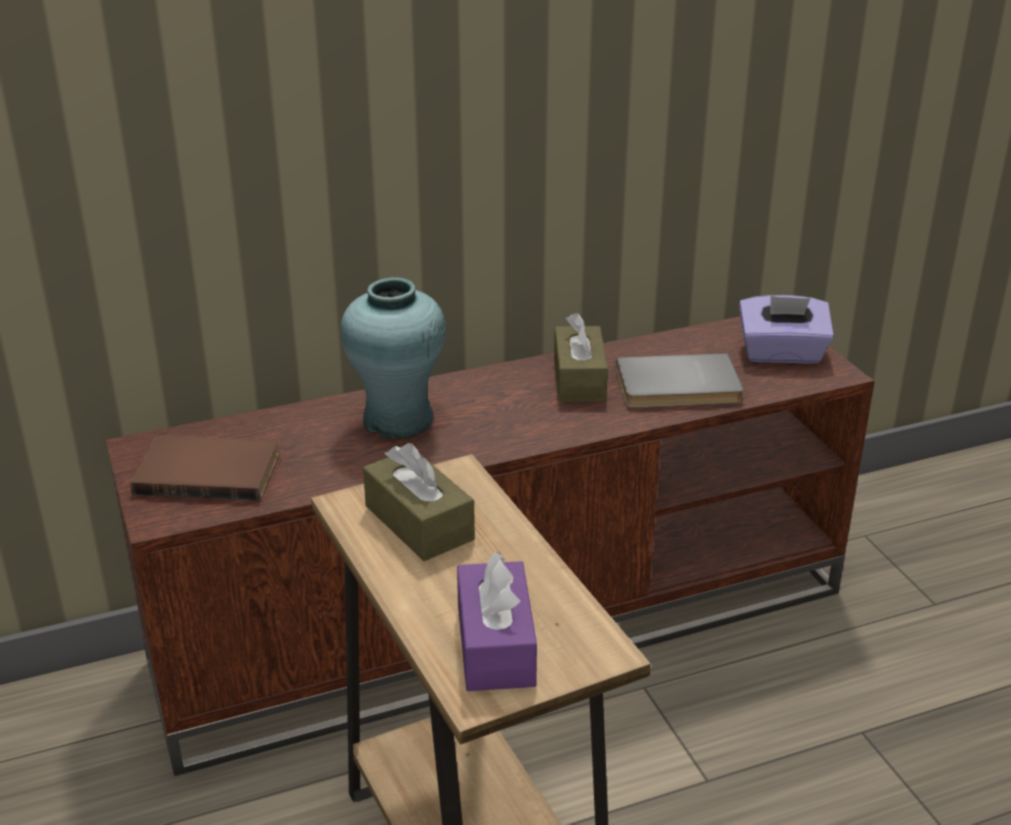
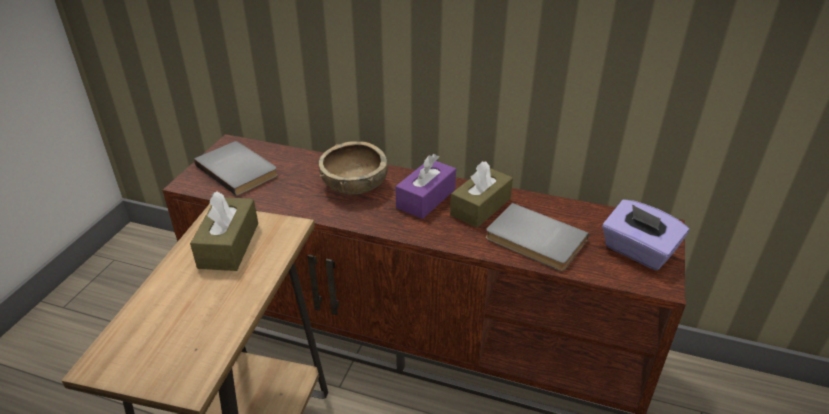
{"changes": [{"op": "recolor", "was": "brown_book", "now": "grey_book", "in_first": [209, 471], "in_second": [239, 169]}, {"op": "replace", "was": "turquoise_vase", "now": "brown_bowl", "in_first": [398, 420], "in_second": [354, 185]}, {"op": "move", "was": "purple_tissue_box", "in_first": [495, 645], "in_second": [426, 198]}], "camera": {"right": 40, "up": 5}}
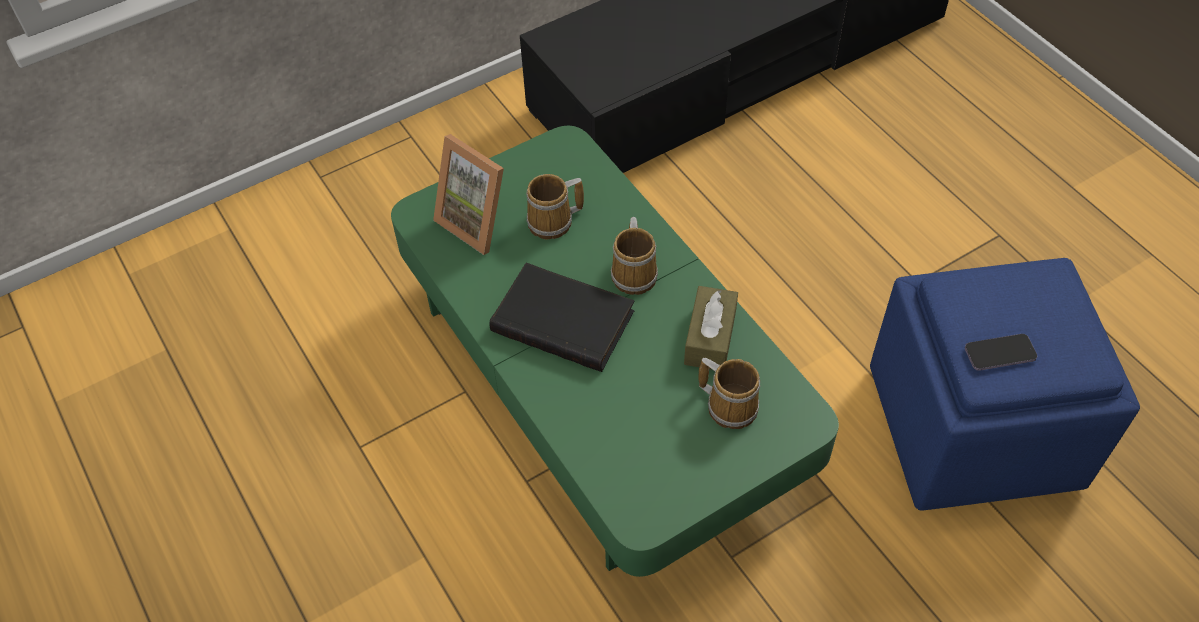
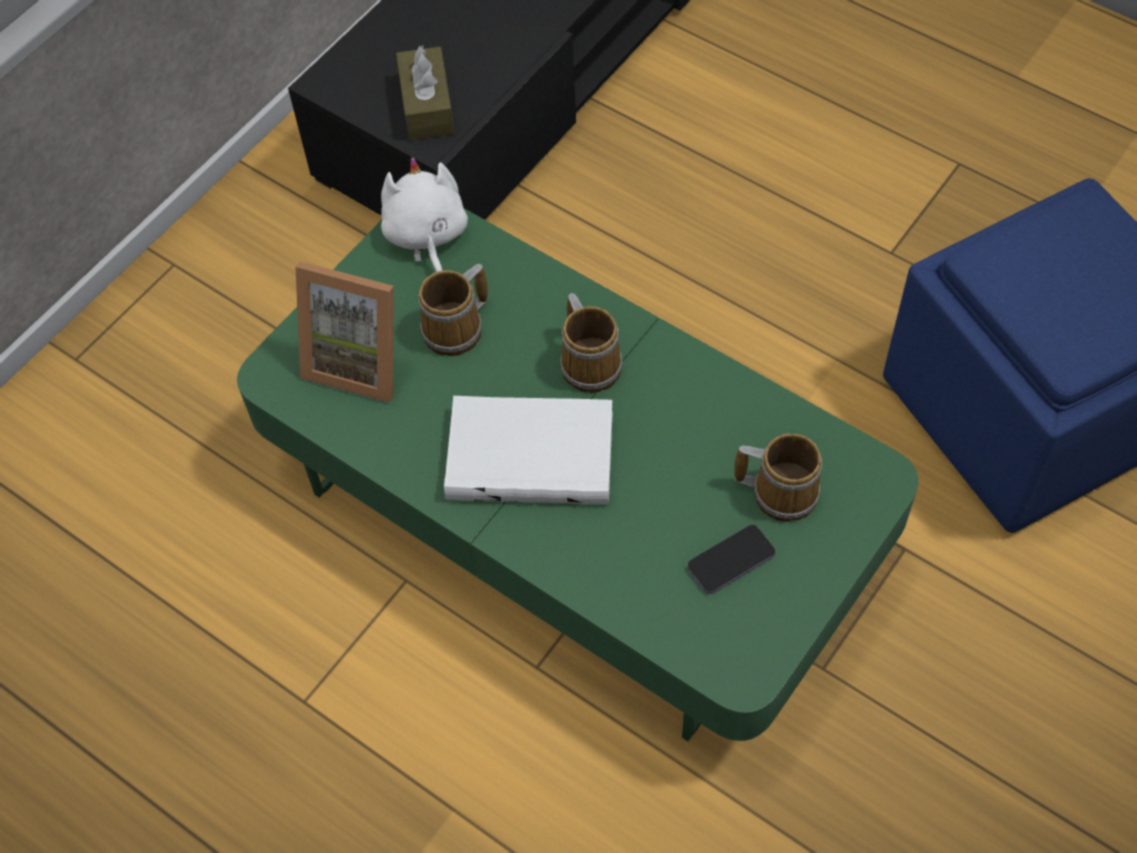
{"changes": [{"op": "insert", "now": "white_plush_toy", "in_second": [426, 236]}, {"op": "move", "was": "brown_tissue_box", "in_first": [710, 337], "in_second": [427, 106]}, {"op": "recolor", "was": "black_book", "now": "white_book", "in_first": [565, 320], "in_second": [532, 453]}, {"op": "move", "was": "phone", "in_first": [999, 353], "in_second": [731, 560]}], "camera": {"right": -20, "up": 5}}
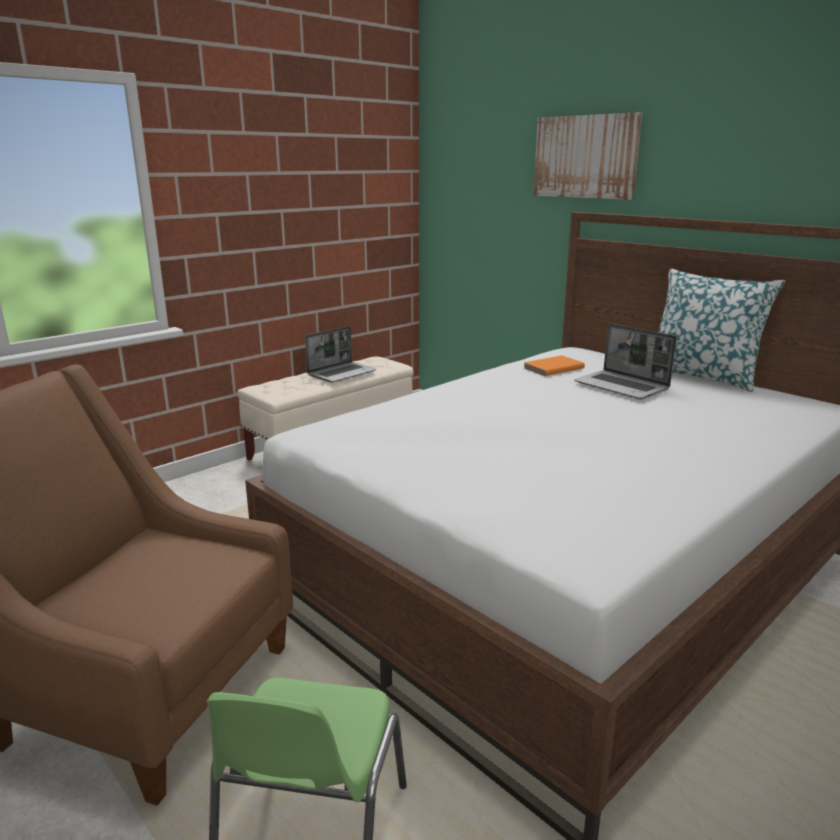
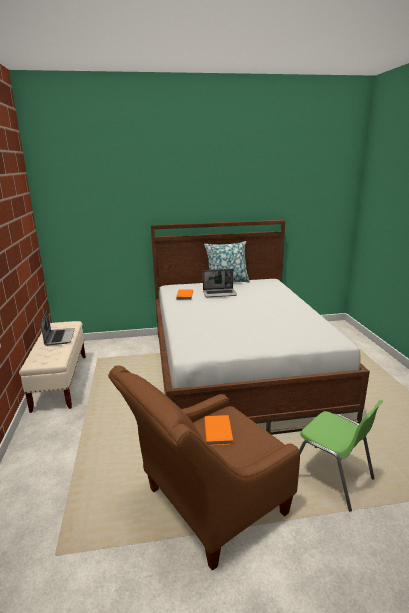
{"changes": [{"op": "insert", "now": "orange_book", "in_second": [219, 431]}, {"op": "delete", "was": "picture", "in_first": [585, 157]}], "camera": {"right": -55, "up": 0}}
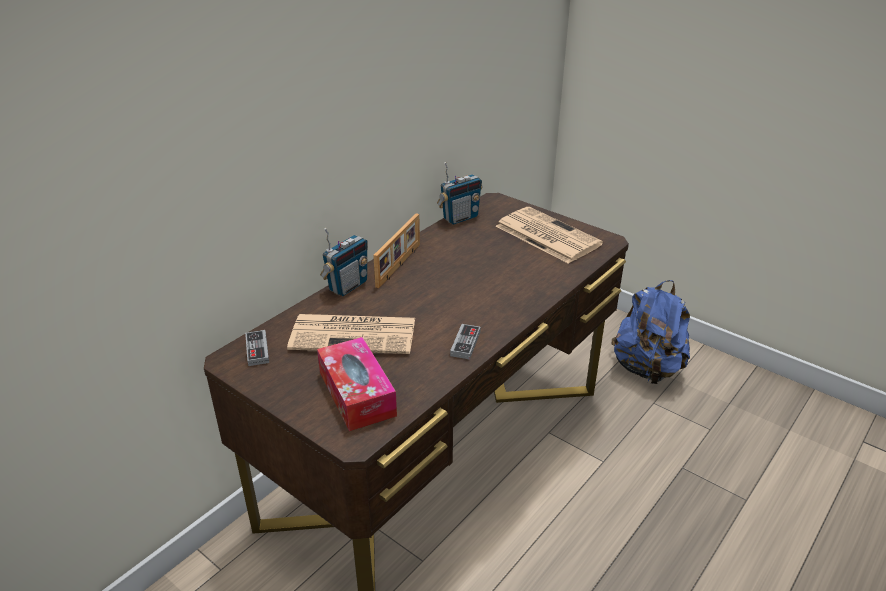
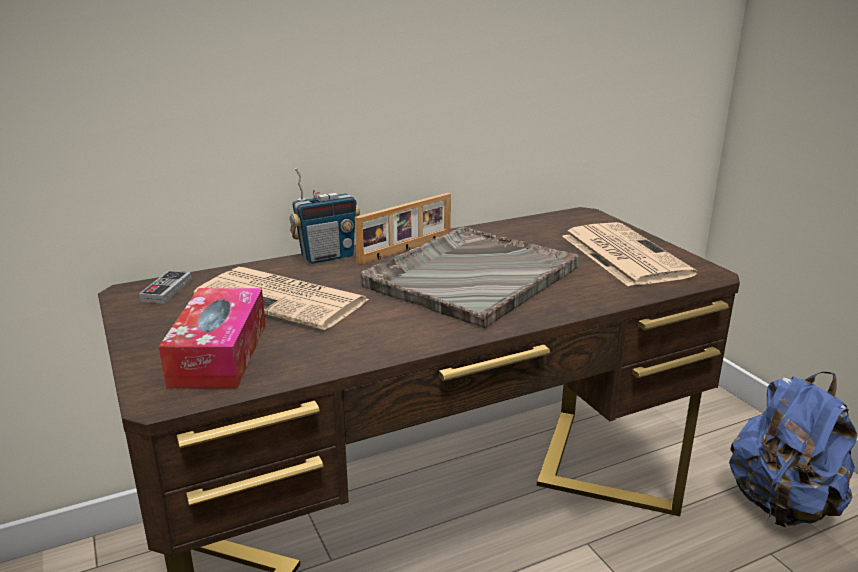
{"changes": [{"op": "insert", "now": "grey_tray", "in_second": [470, 277]}, {"op": "delete", "was": "radio", "in_first": [460, 218]}, {"op": "delete", "was": "game_controller", "in_first": [465, 343]}], "camera": {"right": 25, "up": -10}}
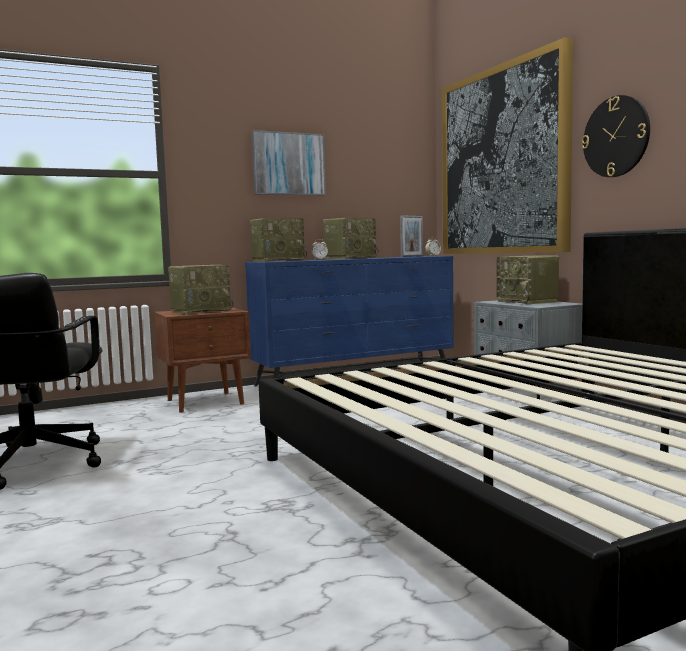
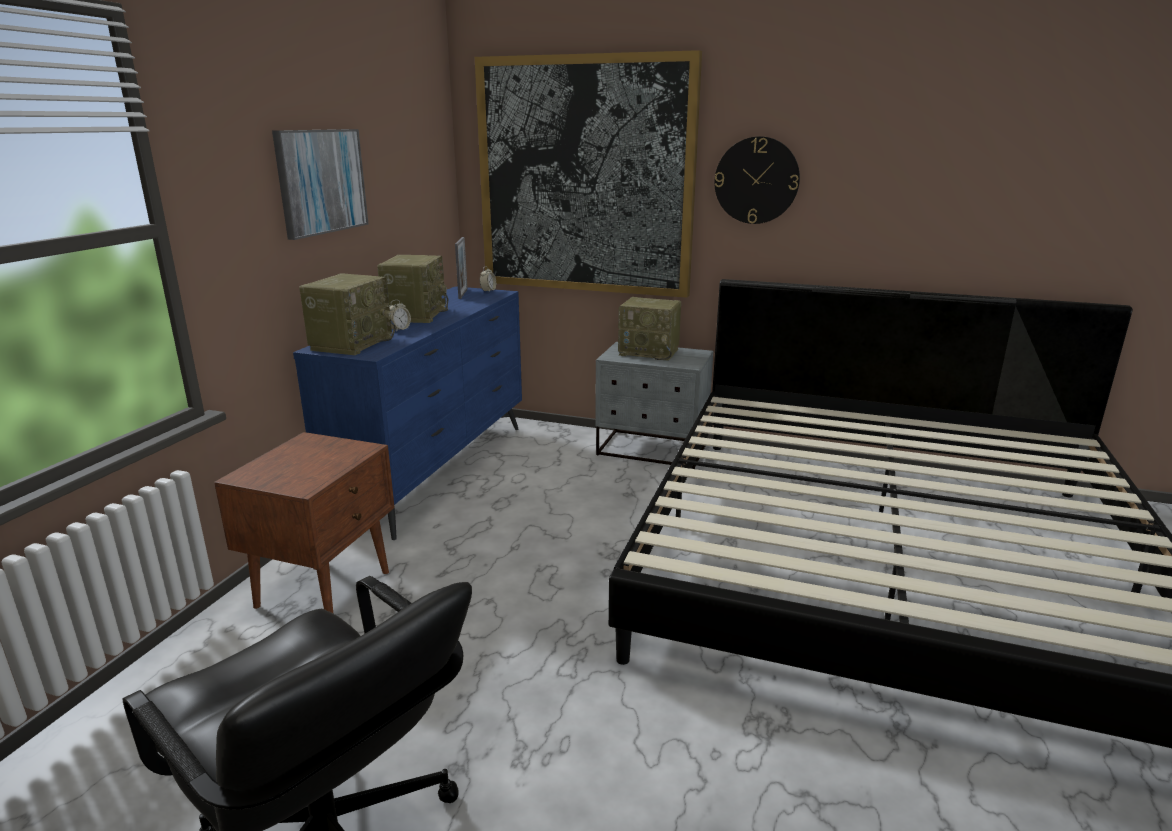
{"changes": [{"op": "delete", "was": "radio", "in_first": [201, 311]}], "camera": {"right": -45, "up": 15}}
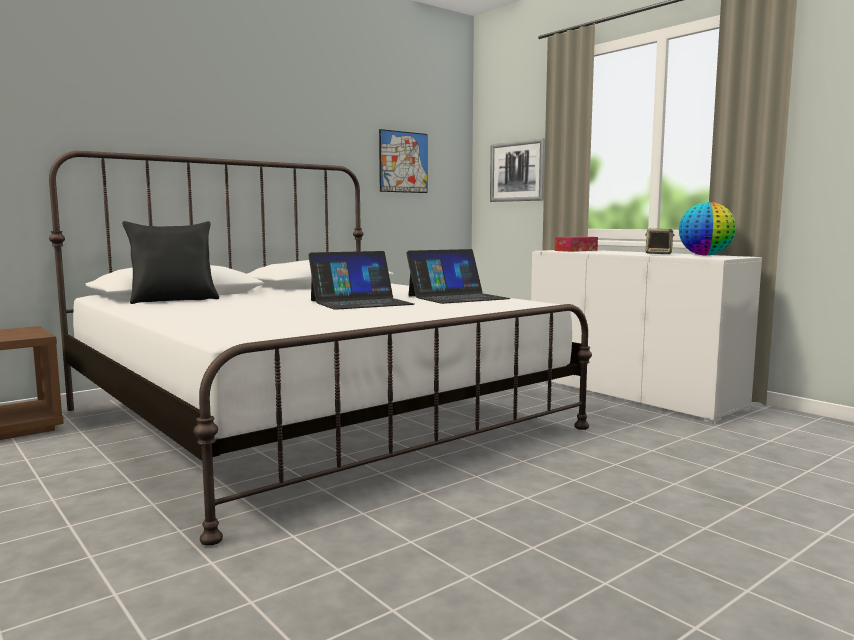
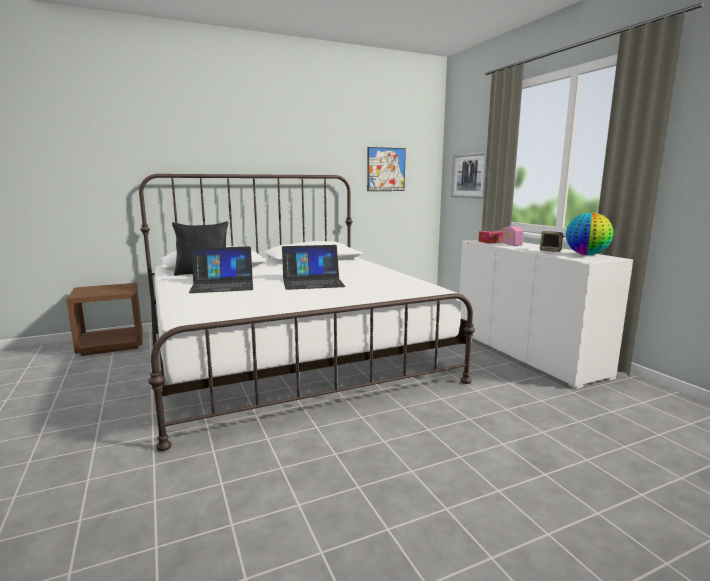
{"changes": [{"op": "move", "was": "laptop", "in_first": [457, 297], "in_second": [222, 285]}, {"op": "insert", "now": "radio", "in_second": [511, 245]}], "camera": {"right": 15, "up": 5}}
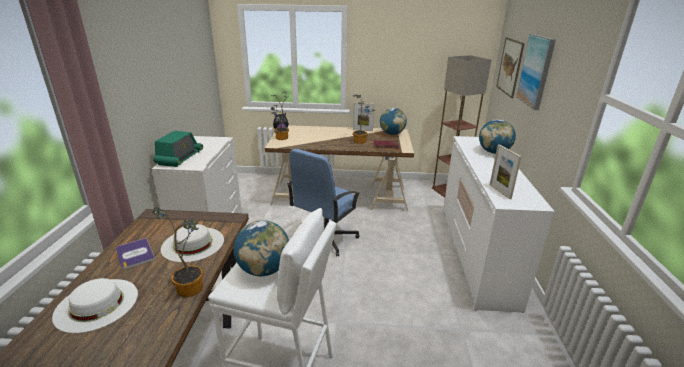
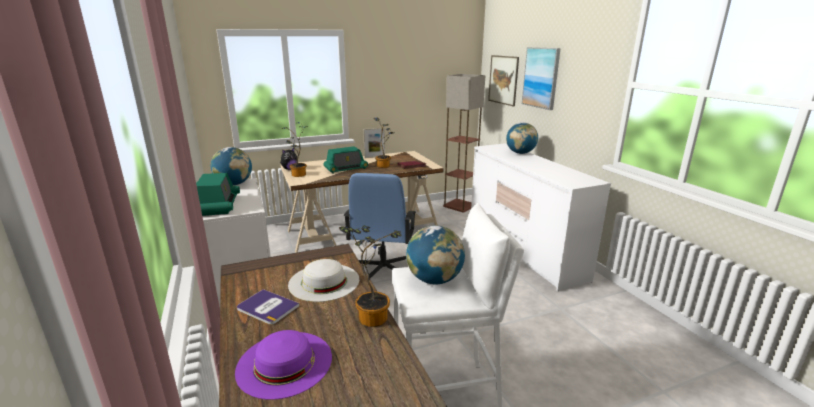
{"changes": [{"op": "move", "was": "globe", "in_first": [392, 134], "in_second": [234, 184]}, {"op": "recolor", "was": "white_hat", "now": "purple_hat", "in_first": [97, 304], "in_second": [284, 363]}, {"op": "insert", "now": "radio", "in_second": [346, 169]}, {"op": "delete", "was": "picture_frame", "in_first": [500, 191]}], "camera": {"right": -25, "up": -5}}
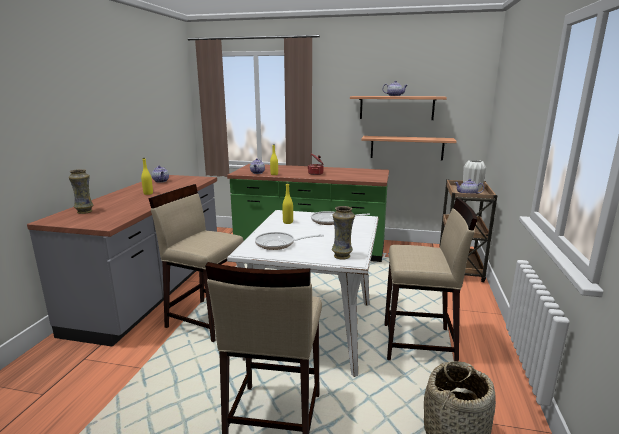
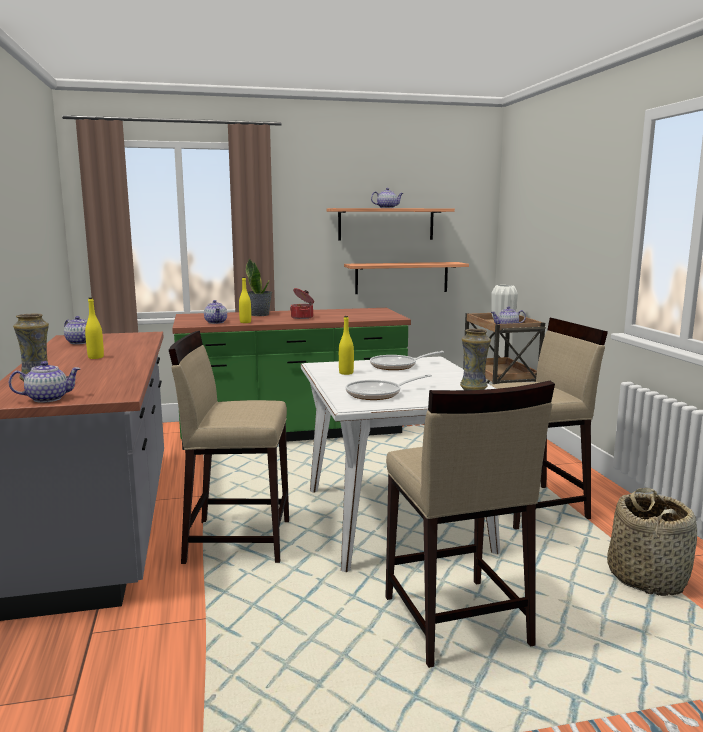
{"changes": [{"op": "insert", "now": "teapot", "in_second": [48, 398]}, {"op": "insert", "now": "potted_plant", "in_second": [260, 314]}], "camera": {"right": -25, "up": -5}}
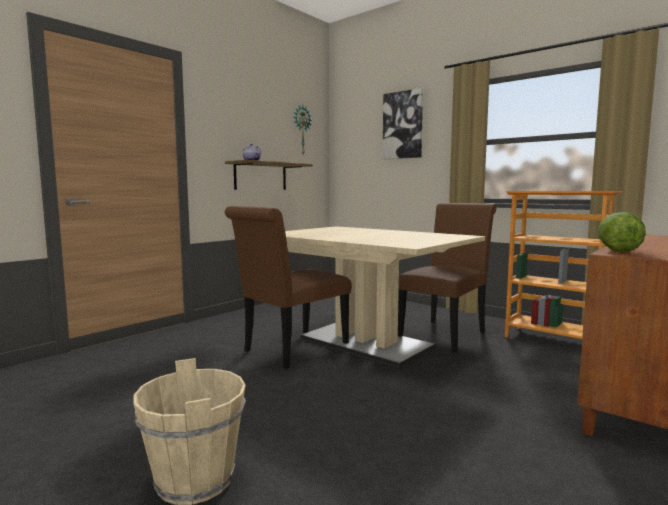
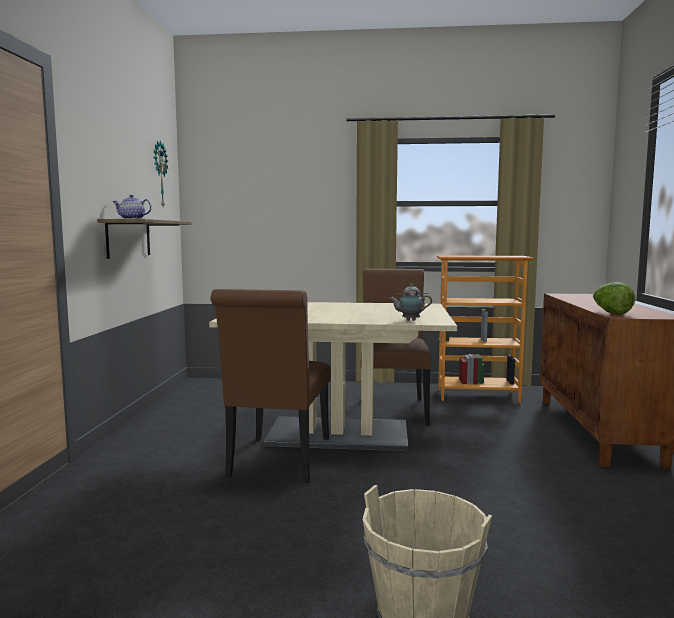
{"changes": [{"op": "insert", "now": "teapot", "in_second": [409, 320]}, {"op": "delete", "was": "picture", "in_first": [403, 125]}], "camera": {"right": -35, "up": 0}}
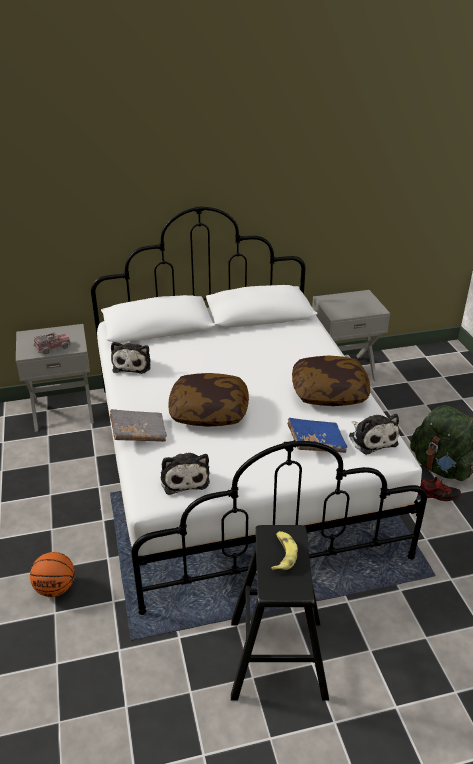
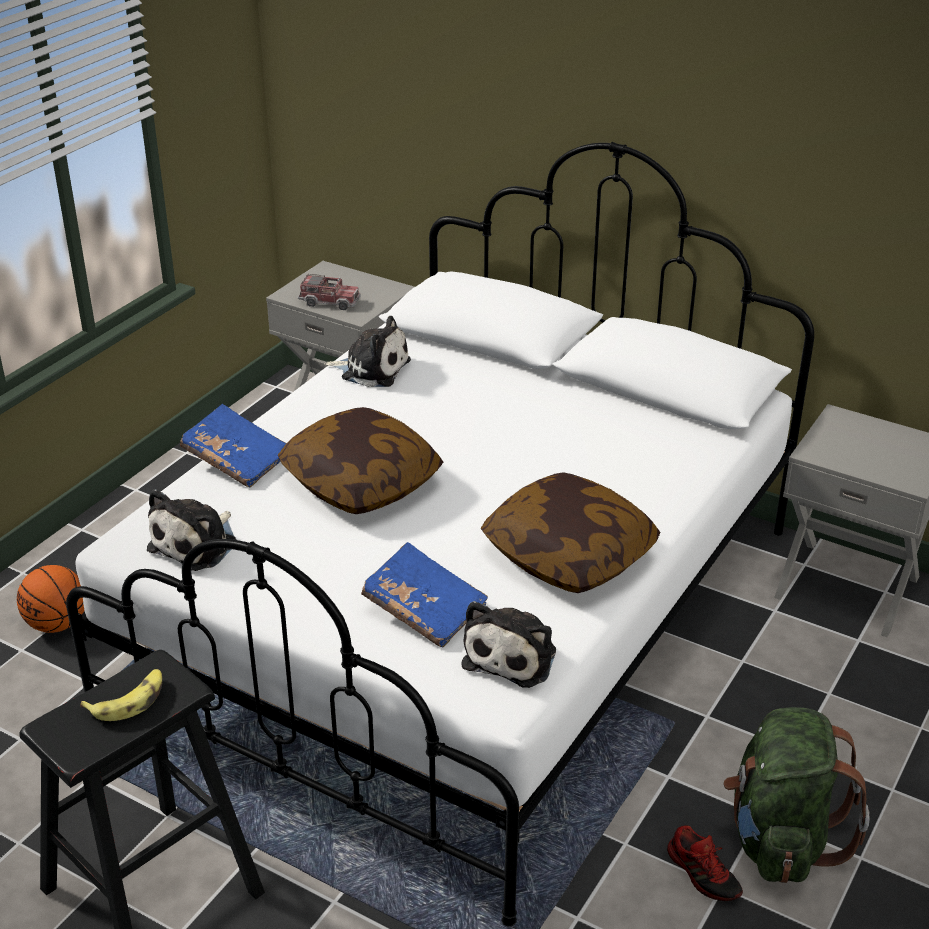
{"changes": [{"op": "recolor", "was": "grey_book", "now": "blue_book", "in_first": [138, 433], "in_second": [237, 459]}, {"op": "rotate", "was": "plush_toy", "in_first": [133, 364], "in_second": [372, 369], "clockwise": -120}], "camera": {"right": 45, "up": 0}}
